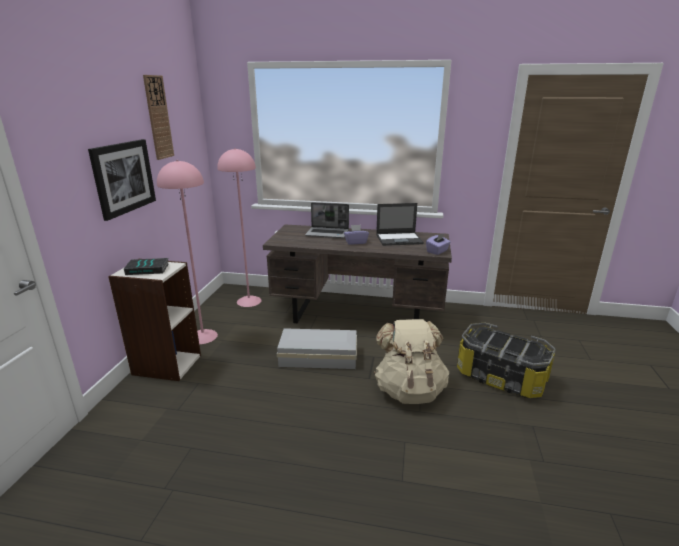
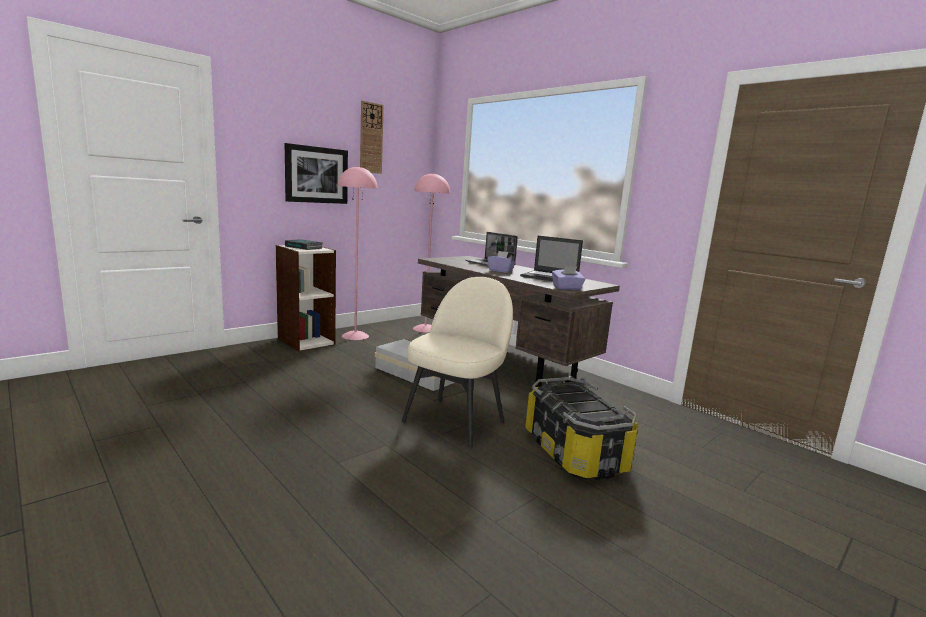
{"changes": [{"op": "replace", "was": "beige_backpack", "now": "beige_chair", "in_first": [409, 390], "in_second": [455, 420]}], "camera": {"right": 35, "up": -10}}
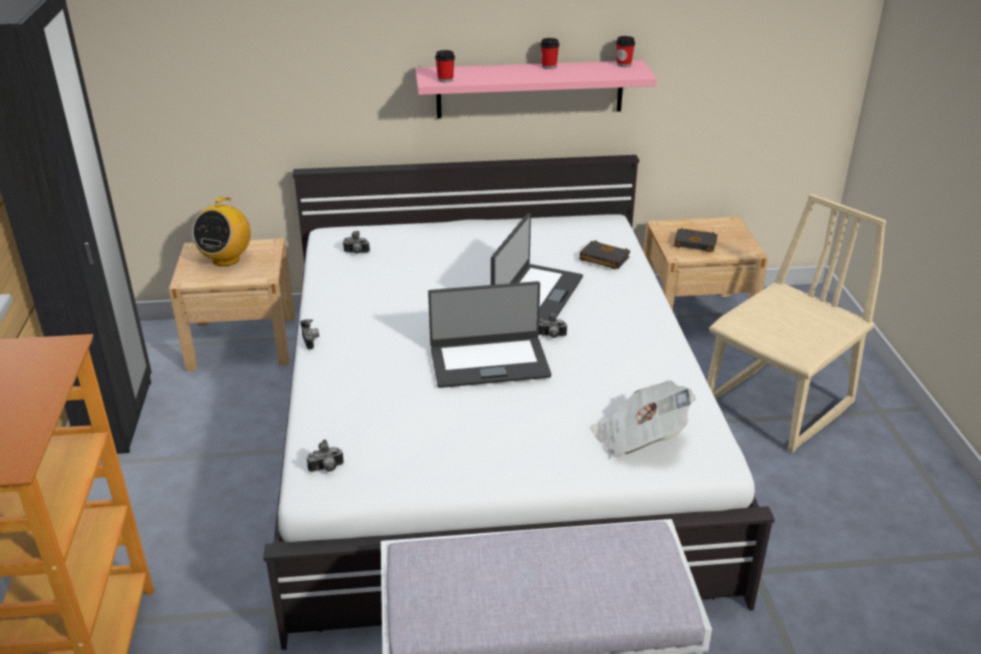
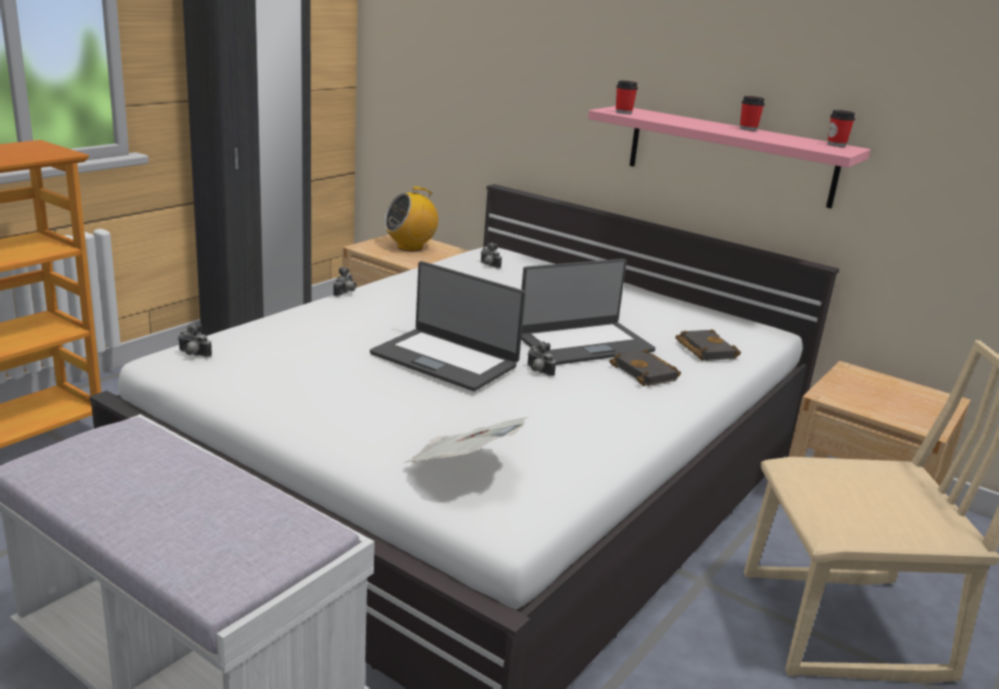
{"changes": [{"op": "move", "was": "black_book", "in_first": [696, 243], "in_second": [647, 373]}], "camera": {"right": 40, "up": -10}}
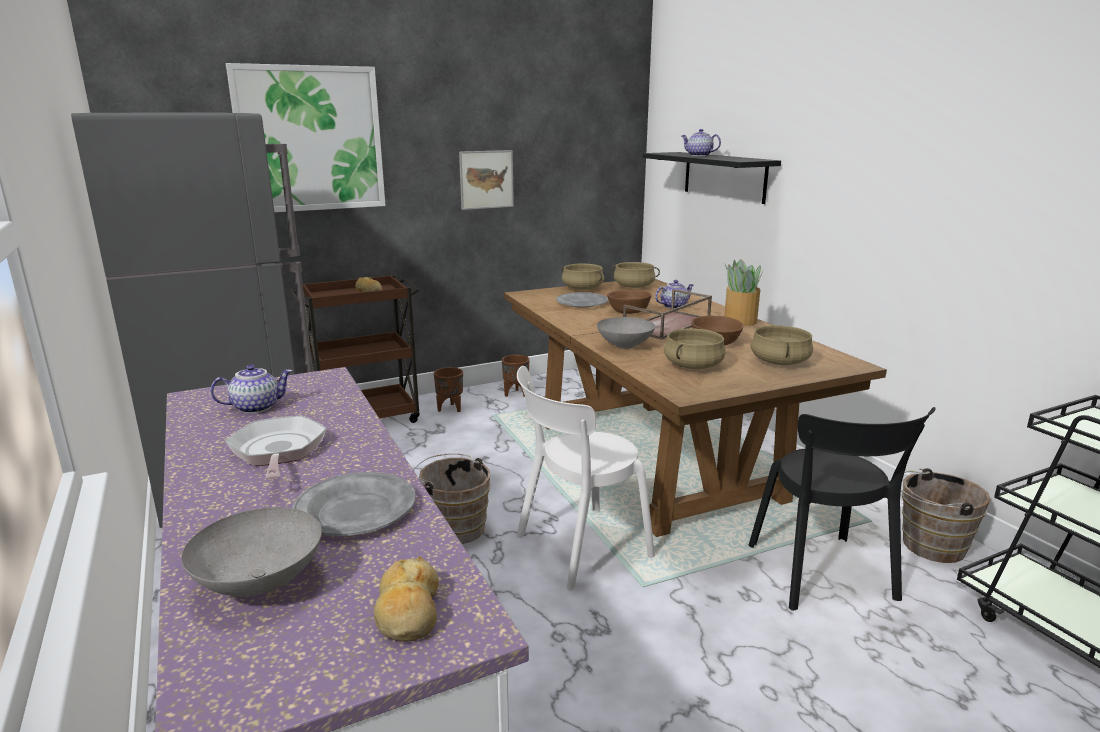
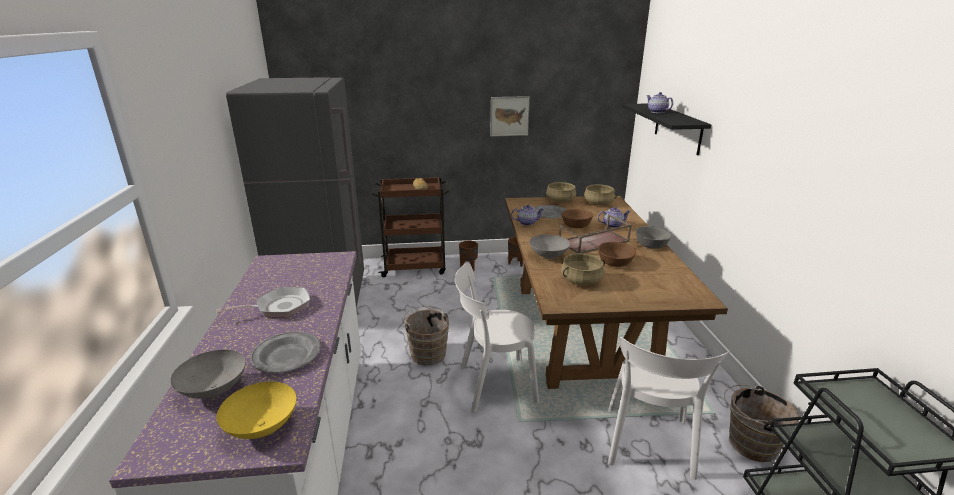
{"changes": [{"op": "rotate", "was": "frying_pan", "in_first": [278, 452], "in_second": [279, 307], "clockwise": 60}, {"op": "replace", "was": "bread", "now": "yellow_bowl", "in_first": [408, 612], "in_second": [263, 427]}, {"op": "move", "was": "teapot", "in_first": [256, 407], "in_second": [527, 222]}, {"op": "recolor", "was": "black_chair", "now": "white_chair", "in_first": [823, 575], "in_second": [648, 445]}, {"op": "replace", "was": "potted_plant", "now": "grey_bowl", "in_first": [740, 321], "in_second": [651, 245]}, {"op": "delete", "was": "picture", "in_first": [310, 139]}, {"op": "delete", "was": "beige_cooking_pot", "in_first": [780, 362]}], "camera": {"right": 20, "up": 5}}
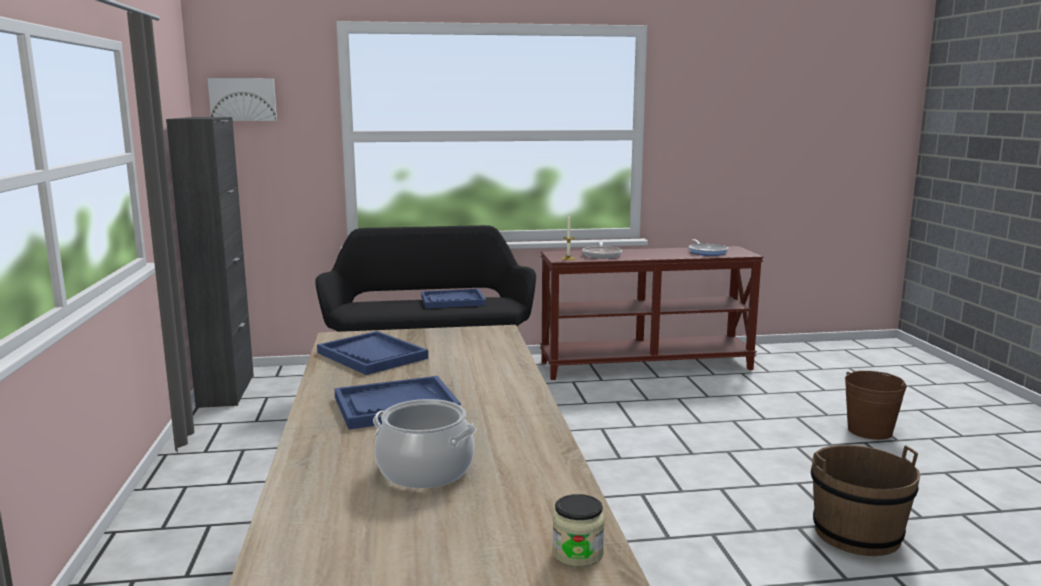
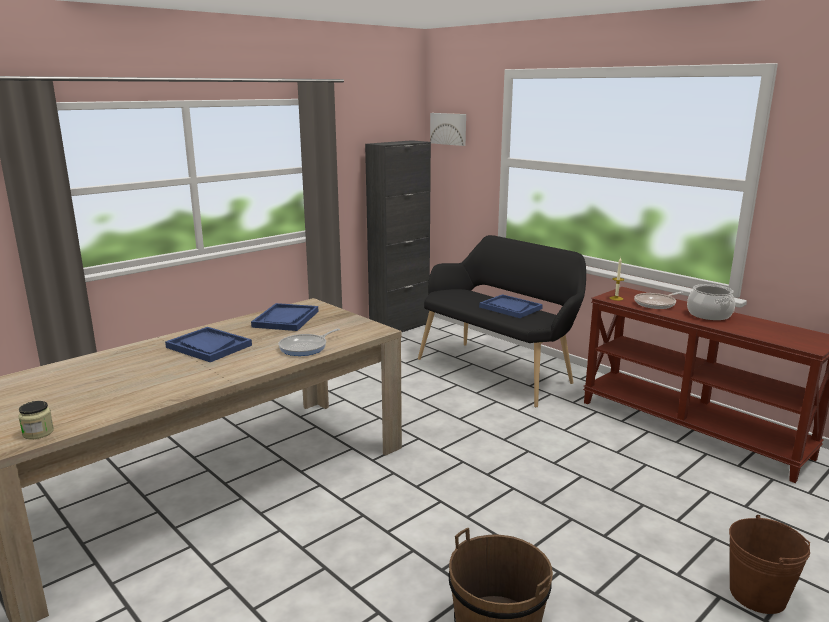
{"changes": [{"op": "move", "was": "frying_pan", "in_first": [707, 252], "in_second": [305, 347]}, {"op": "move", "was": "cooking_pot", "in_first": [425, 470], "in_second": [709, 315]}], "camera": {"right": 55, "up": 5}}
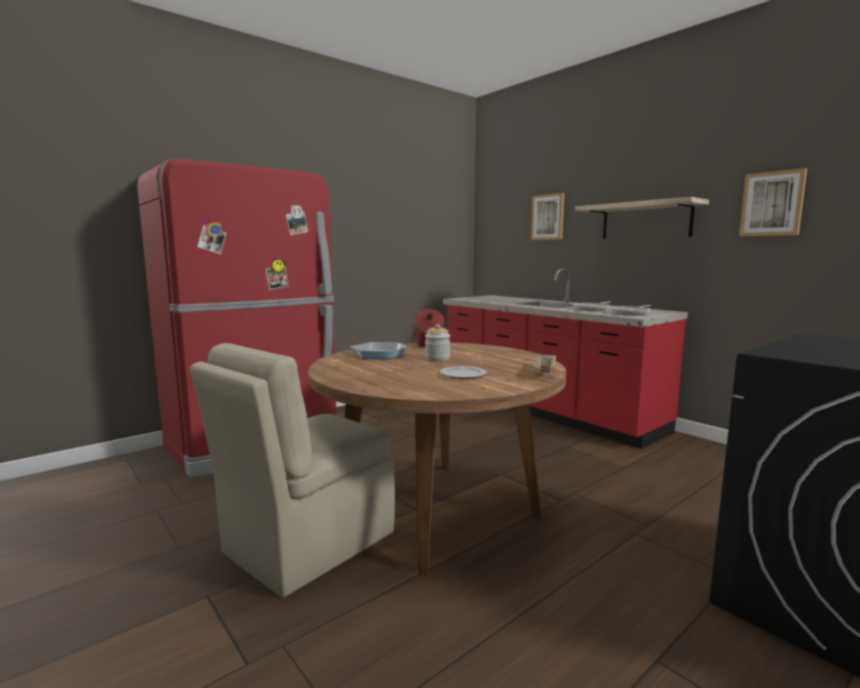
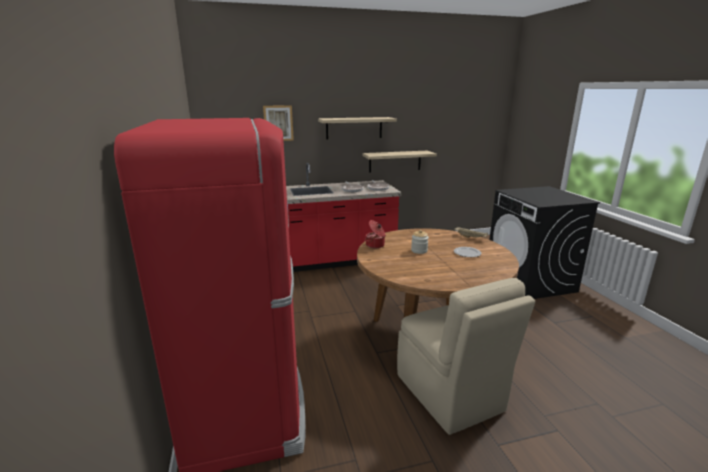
{"changes": [{"op": "insert", "now": "shelf", "in_second": [395, 161]}, {"op": "delete", "was": "frying_pan", "in_first": [380, 354]}, {"op": "delete", "was": "picture", "in_first": [772, 204]}], "camera": {"right": -65, "up": 10}}
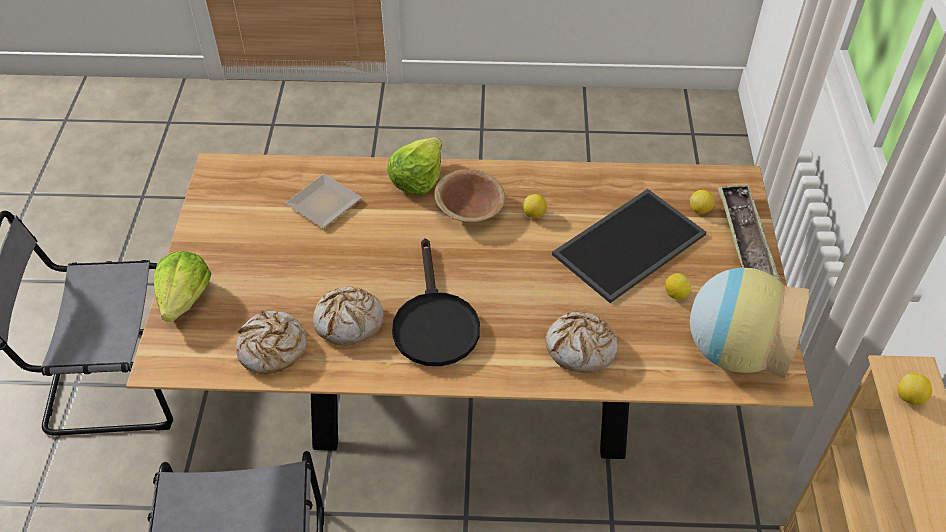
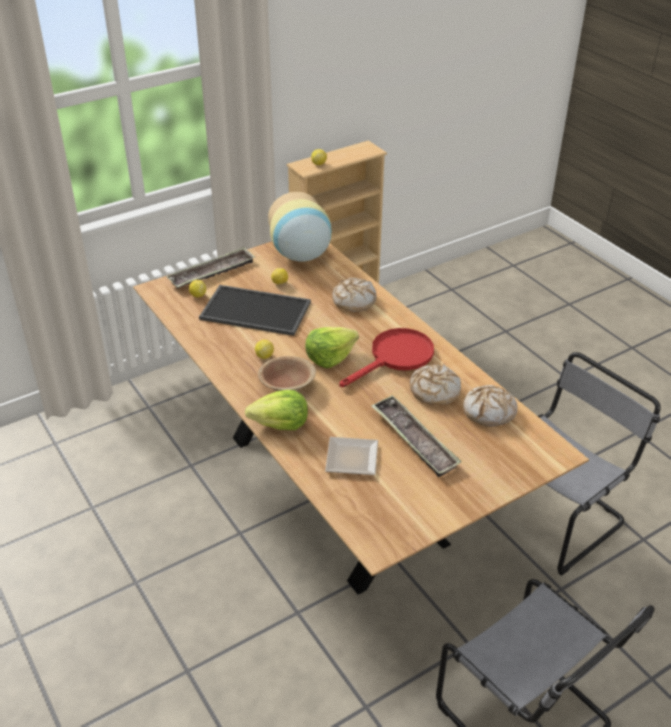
{"changes": [{"op": "move", "was": "lettuce", "in_first": [185, 298], "in_second": [330, 357]}, {"op": "recolor", "was": "black_frying_pan", "now": "red_frying_pan", "in_first": [434, 322], "in_second": [395, 357]}, {"op": "insert", "now": "tray", "in_second": [414, 440]}], "camera": {"right": -125, "up": -10}}
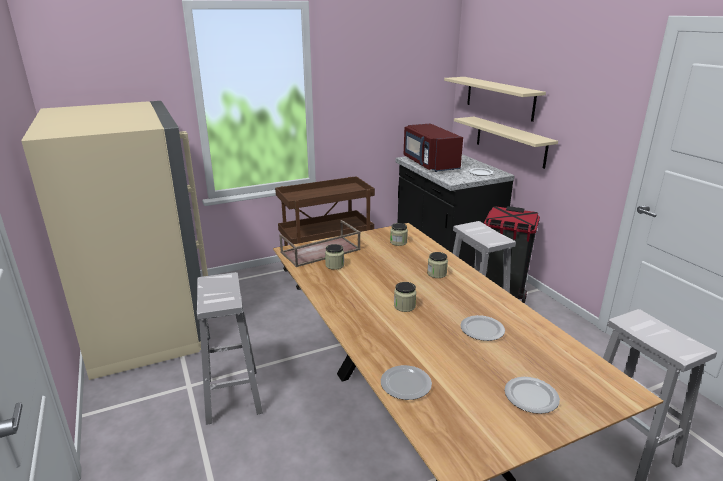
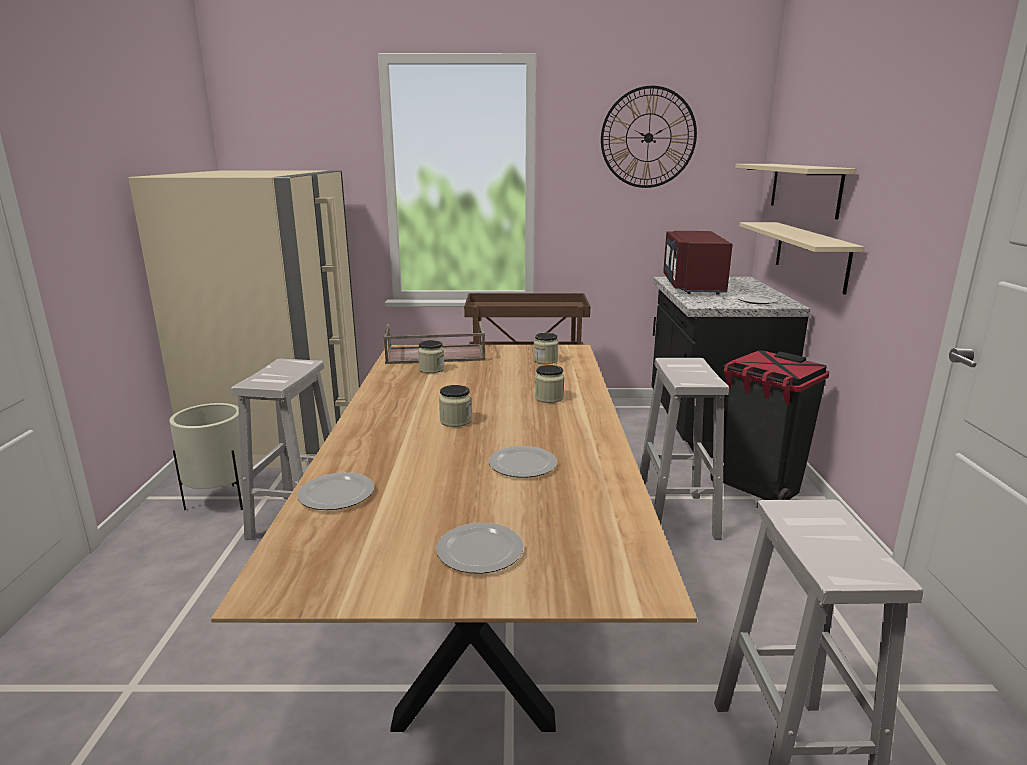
{"changes": [{"op": "insert", "now": "beige_planter", "in_second": [220, 501]}, {"op": "insert", "now": "wall_clock", "in_second": [648, 137]}], "camera": {"right": 25, "up": -5}}
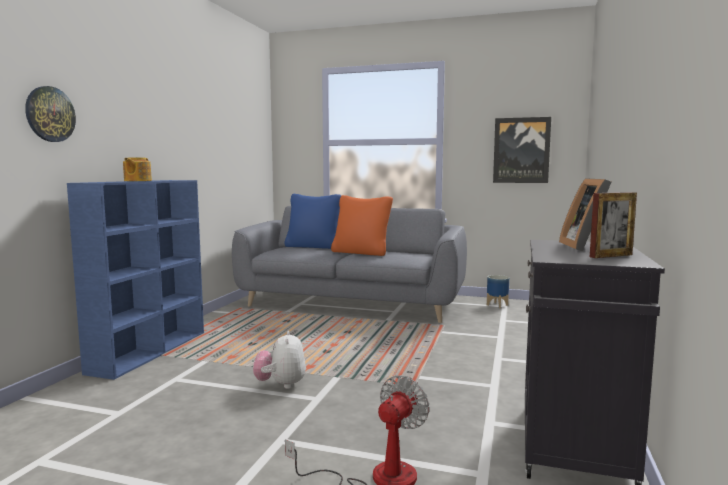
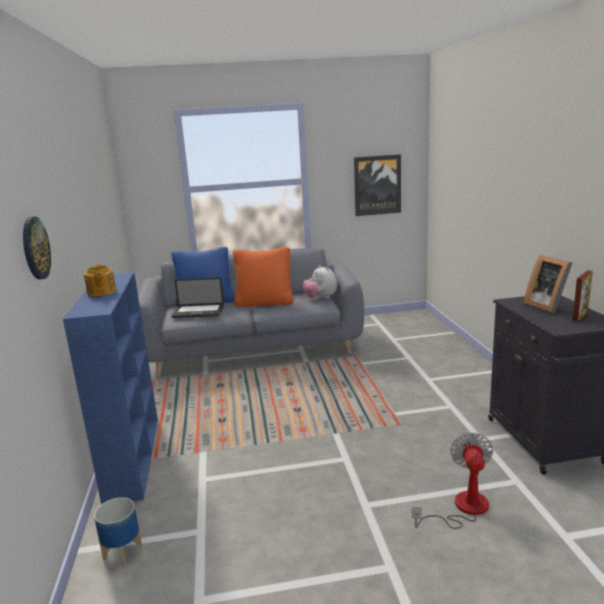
{"changes": [{"op": "move", "was": "planter", "in_first": [497, 305], "in_second": [123, 553]}, {"op": "insert", "now": "laptop", "in_second": [198, 312]}, {"op": "move", "was": "plush_toy", "in_first": [281, 385], "in_second": [321, 298]}], "camera": {"right": -25, "up": 10}}
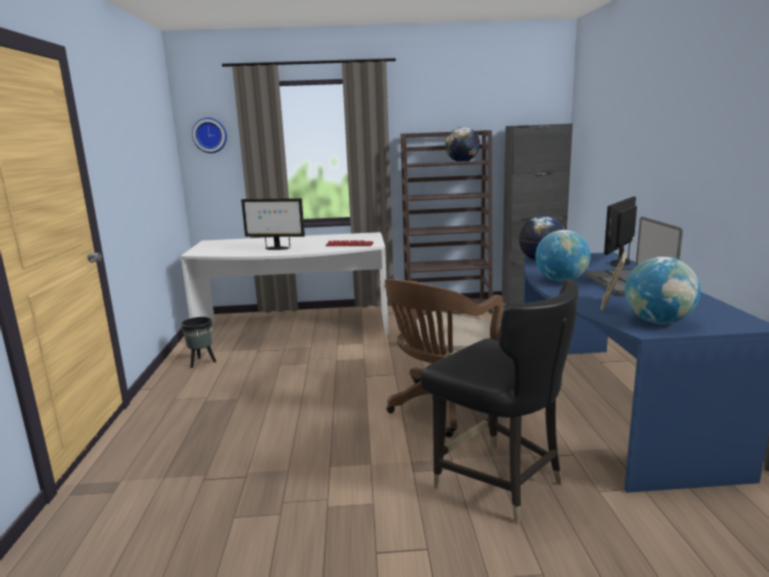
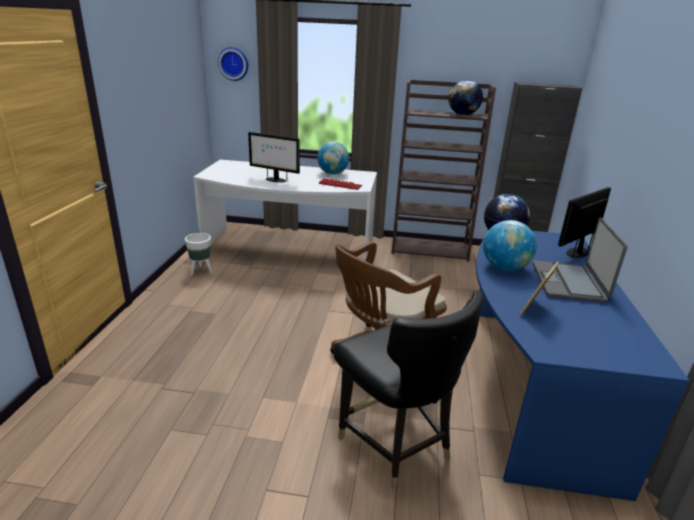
{"changes": [{"op": "recolor", "was": "black_planter", "now": "white_planter", "in_first": [202, 362], "in_second": [201, 271]}, {"op": "move", "was": "globe", "in_first": [658, 322], "in_second": [332, 173]}], "camera": {"right": 10, "up": 10}}
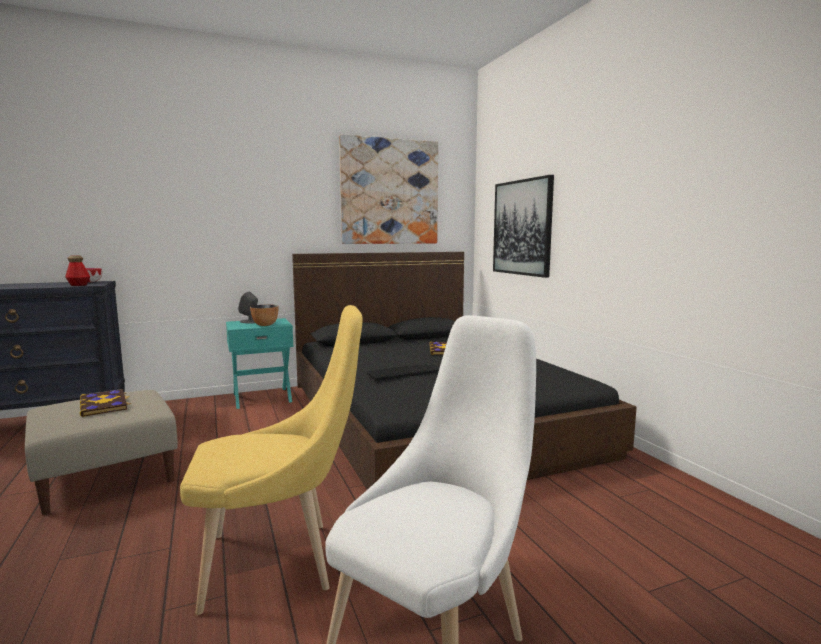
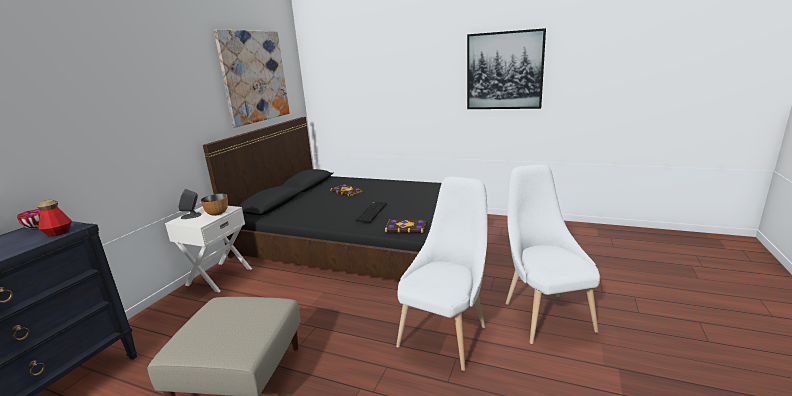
{"changes": [{"op": "recolor", "was": "turquoise_nightstand", "now": "white_nightstand", "in_first": [262, 397], "in_second": [218, 276]}, {"op": "move", "was": "book", "in_first": [104, 404], "in_second": [406, 227]}, {"op": "recolor", "was": "yellow_chair", "now": "white_chair", "in_first": [279, 562], "in_second": [446, 333]}, {"op": "move", "was": "picture", "in_first": [522, 227], "in_second": [504, 71]}], "camera": {"right": -45, "up": 10}}
